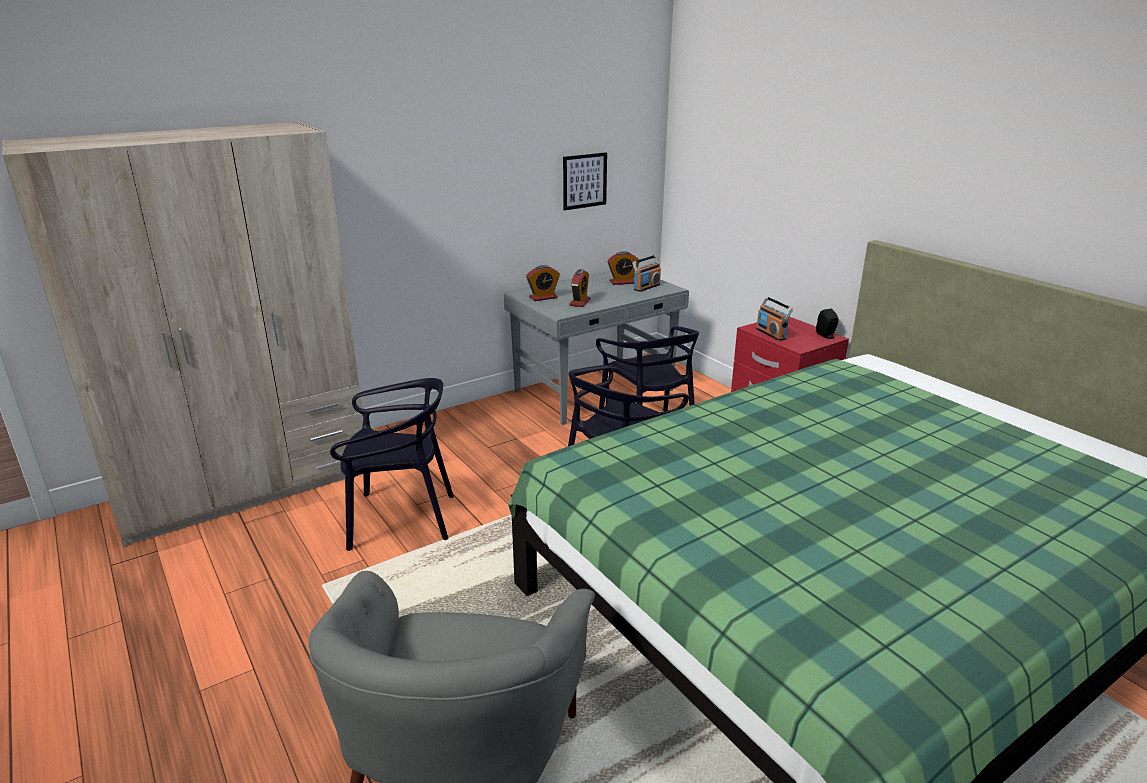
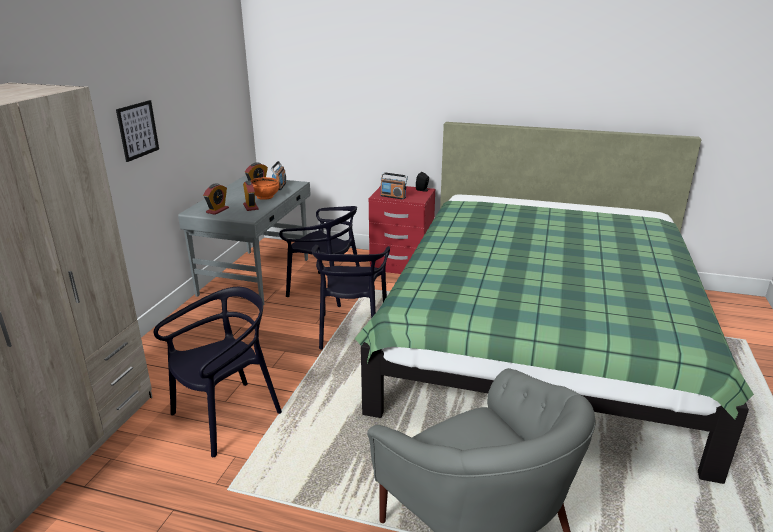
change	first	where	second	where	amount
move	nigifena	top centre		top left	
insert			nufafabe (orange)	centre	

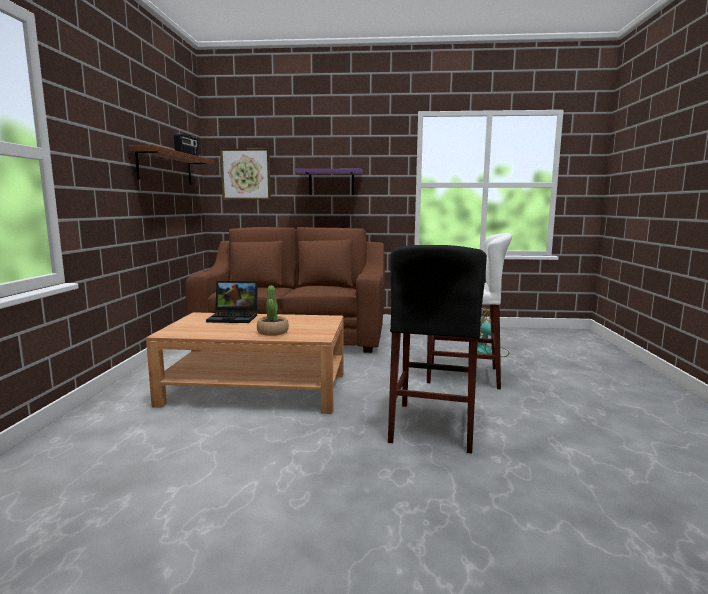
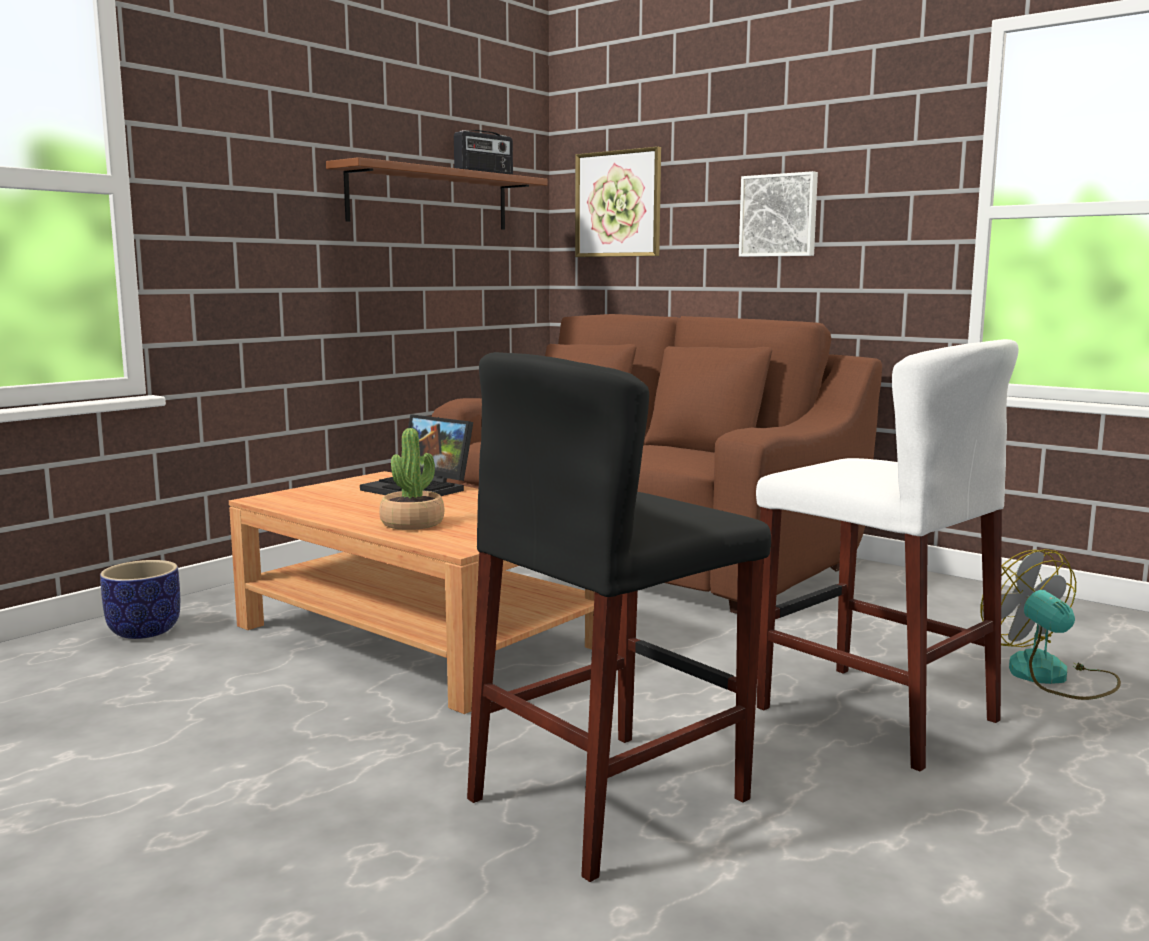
change	first	where	second	where	amount
replace	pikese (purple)	top centre	nigifena (2nd from left)	top right	
insert			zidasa	middle left	

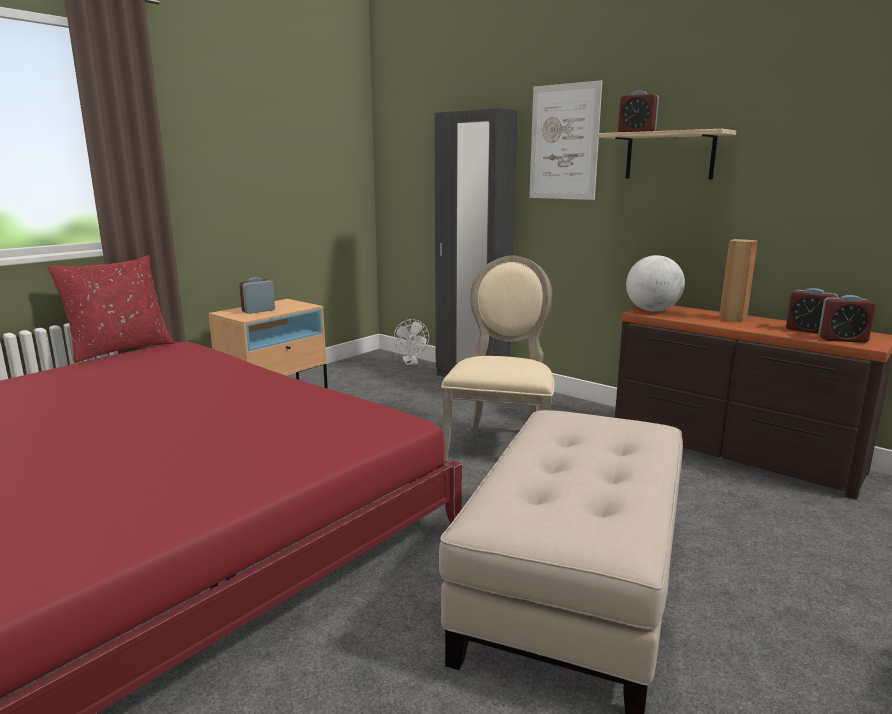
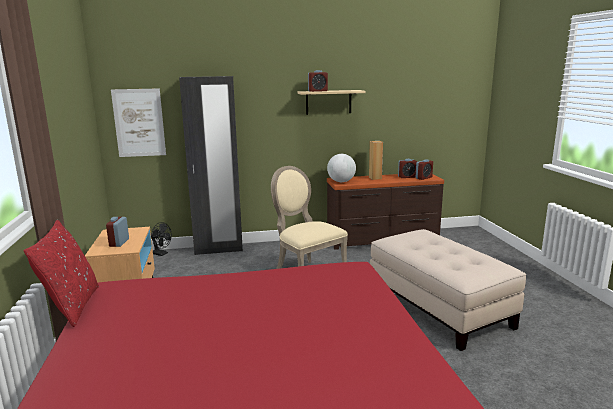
change	first	where	second	where	amount
move	nigifena	top centre		top left	
recolor	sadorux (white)	centre	sadorux (black)	middle left	

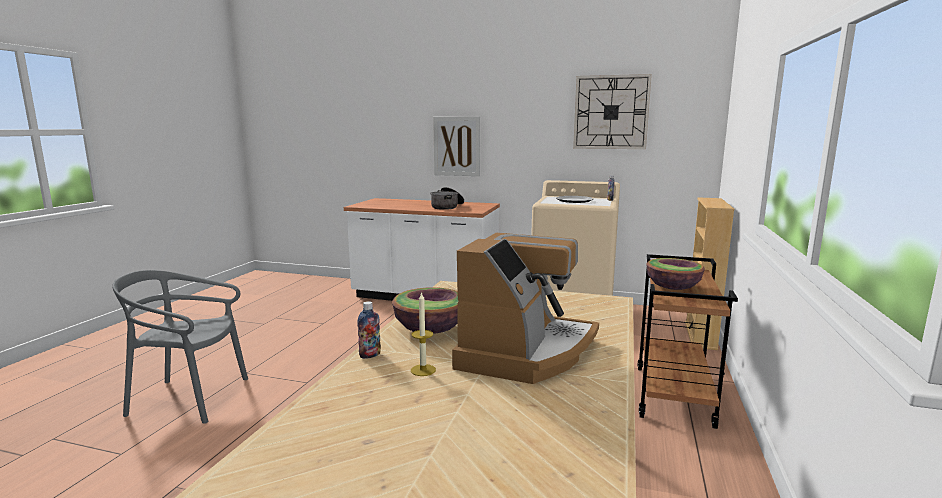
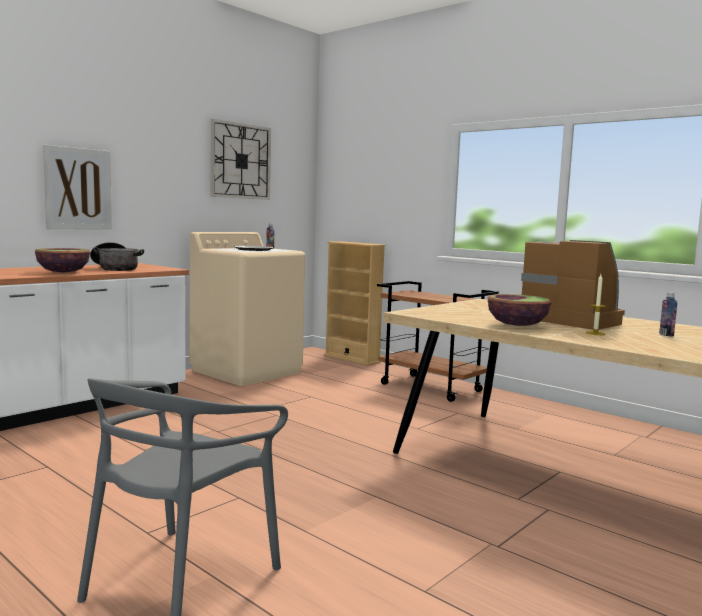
change	first	where	second	where	amount
move	nufafabe (2nd from left in the first image)	middle right	nufafabe (1st from left)	middle left	
move	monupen (1st from left in the first image)	centre	monupen (2nd from left)	middle right	

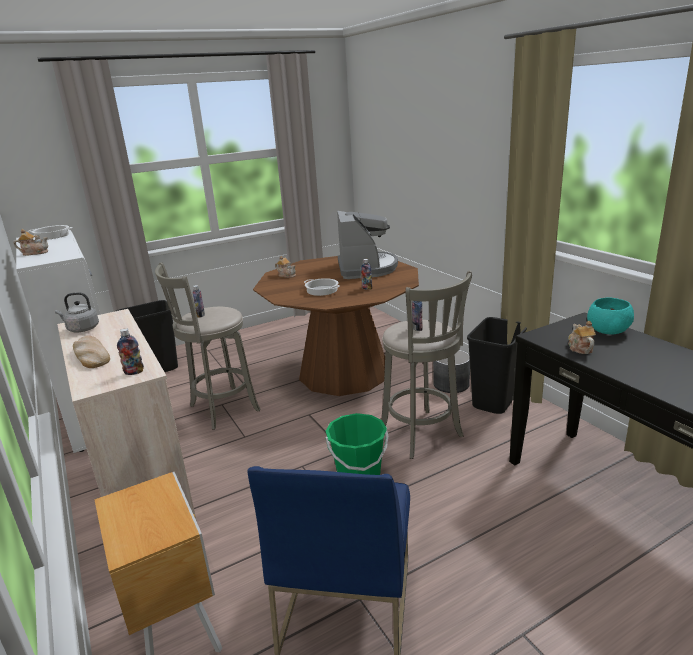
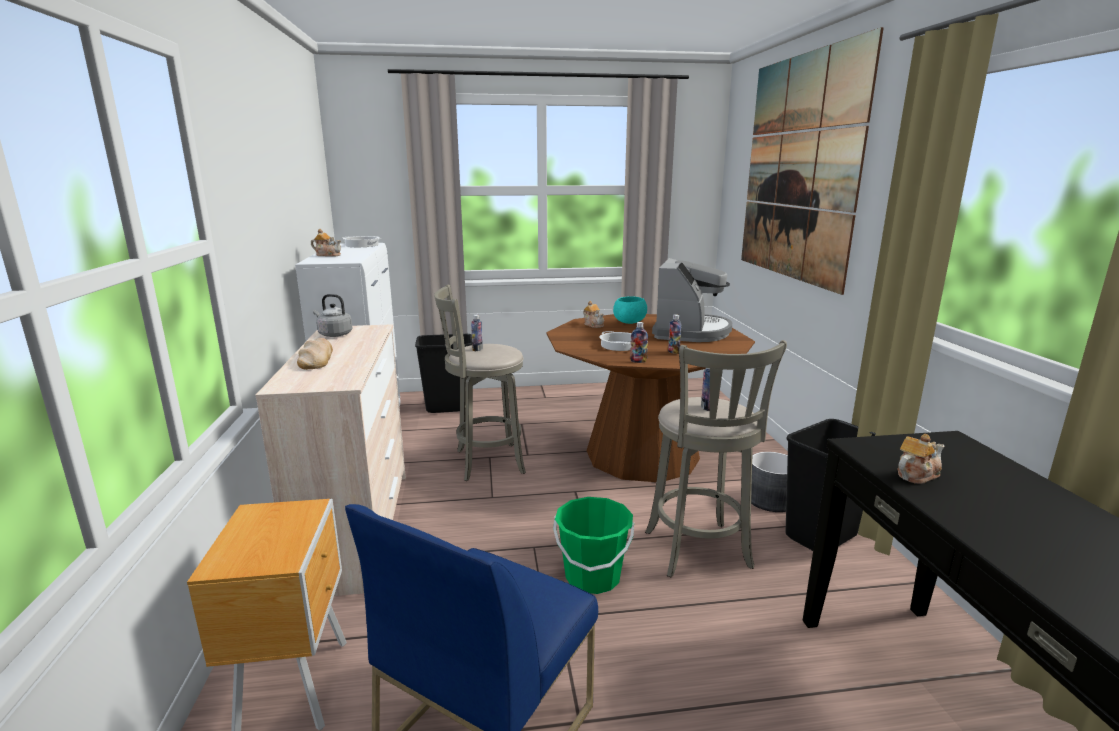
change	first	where	second	where	amount
move	nufafabe (turquoise)	middle right		centre	
rotate	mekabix (3rd from left)	middle right		middle right	45 degrees clockwise
move	monupen (1st from left in the first image)	middle left	monupen (2nd from left)	centre	
insert			nigifena	top right	

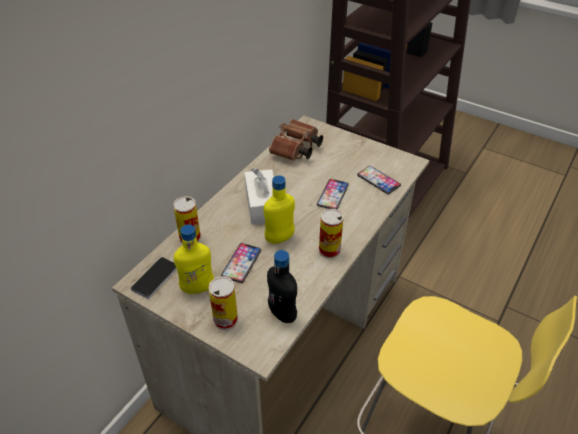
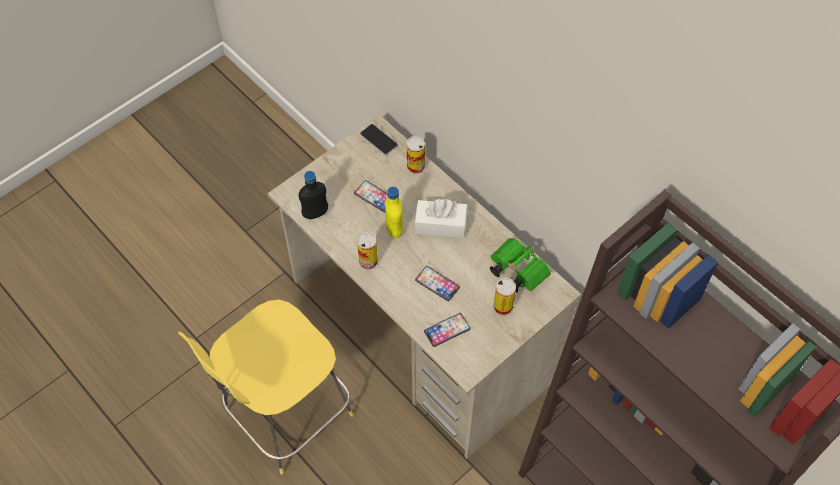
change	first	where	second	where	amount
recolor	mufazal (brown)	top centre	mufazal (green)	centre	
delete	monupen (yellow) (1st from left)	centre			
move	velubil (2nd from left in the first image)	bottom centre	velubil (3rd from left)	centre	

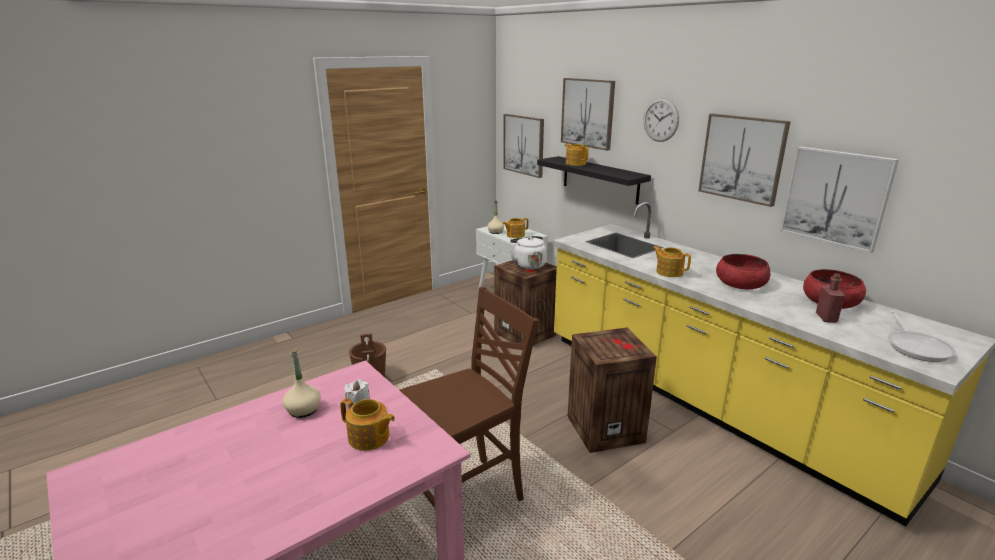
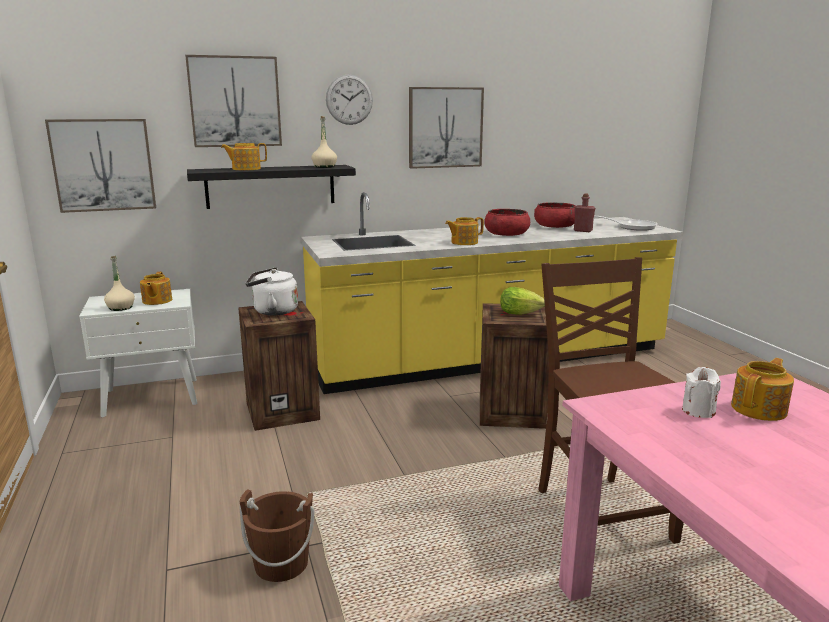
change	first	where	second	where	amount
delete	nigifena (4th from left)	middle right			
move	monupen (beige) (1st from left in the first image)	bottom left	monupen (beige) (2nd from left)	top centre	
insert			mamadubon	centre	

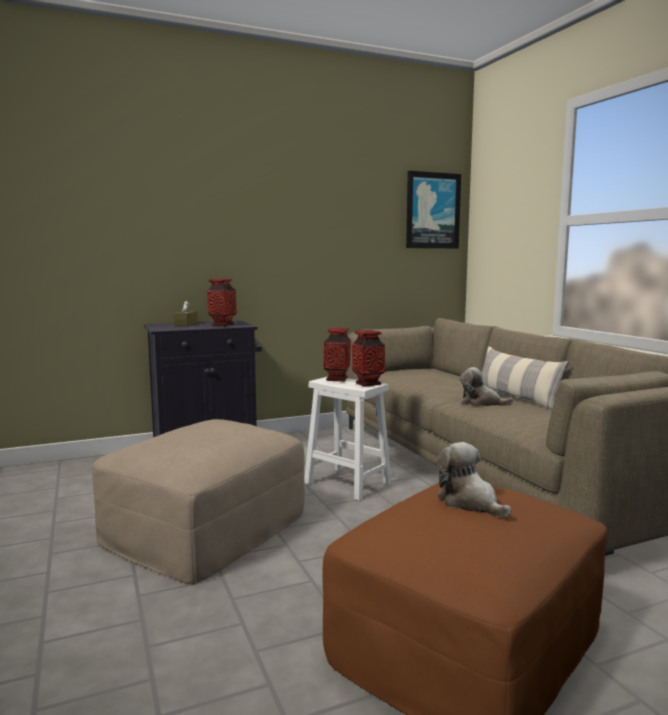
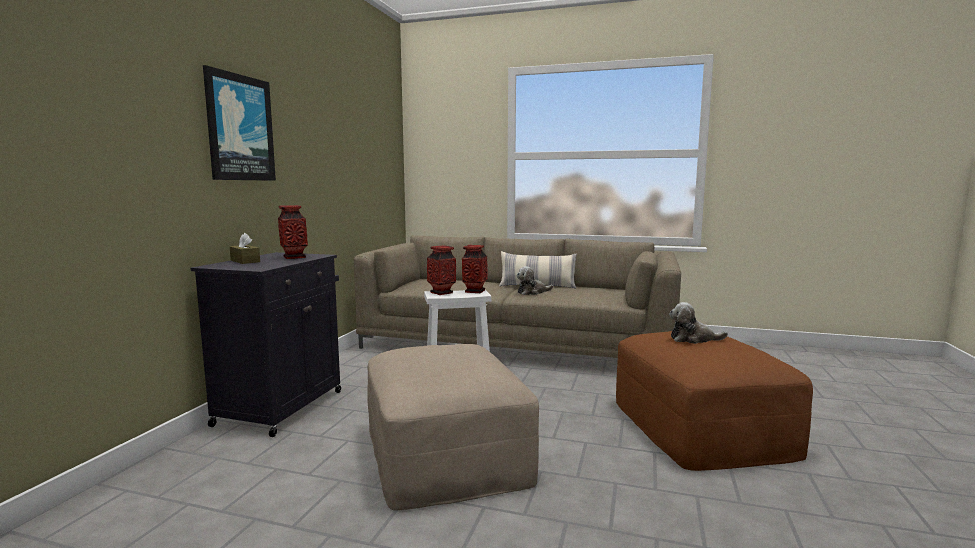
change	first	where	second	where	amount
move	nigifena	top centre		top left	

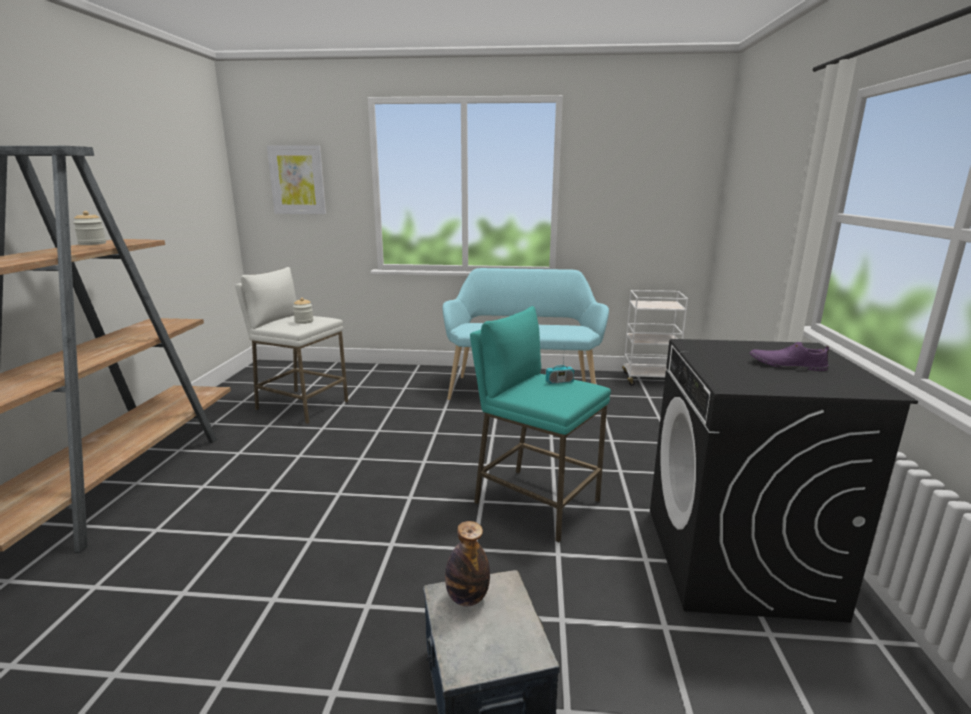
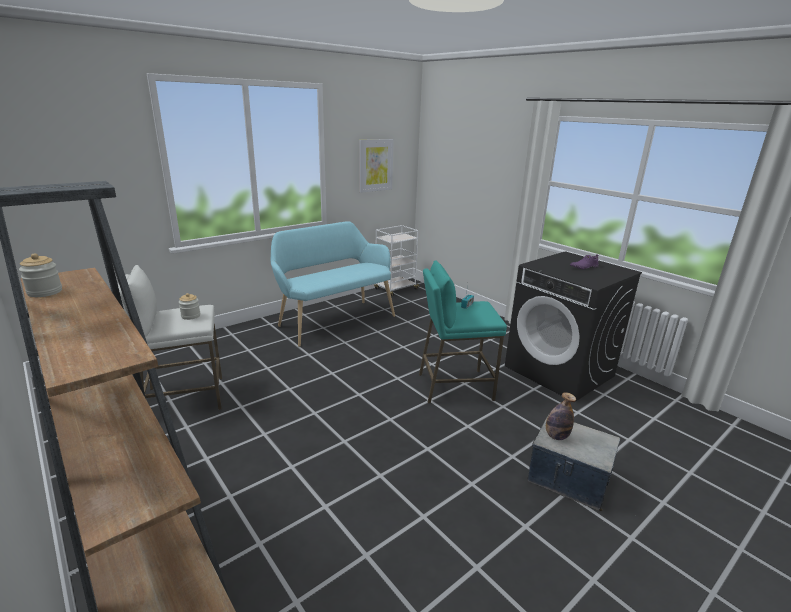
change	first	where	second	where	amount
move	nigifena	top left		top centre	

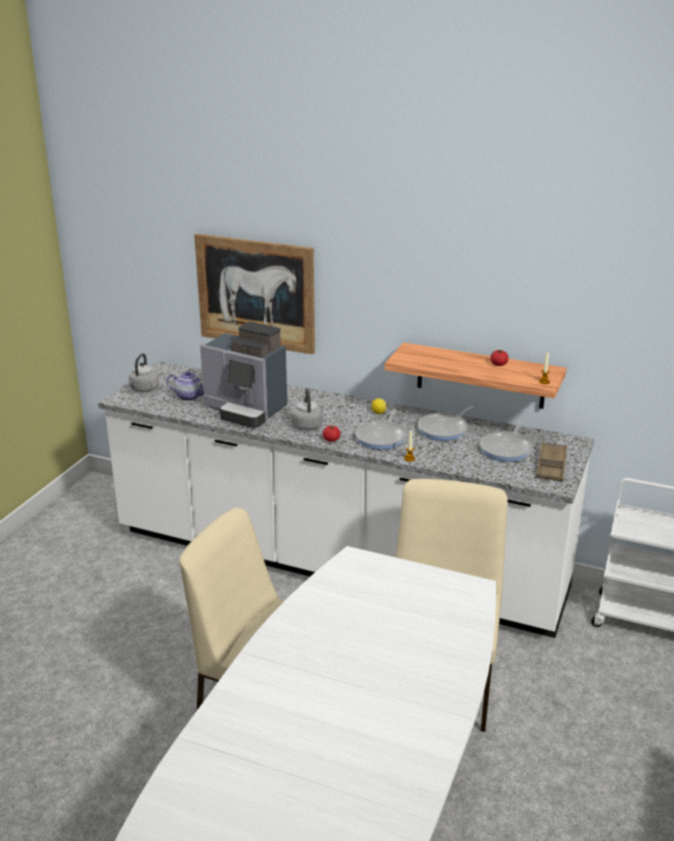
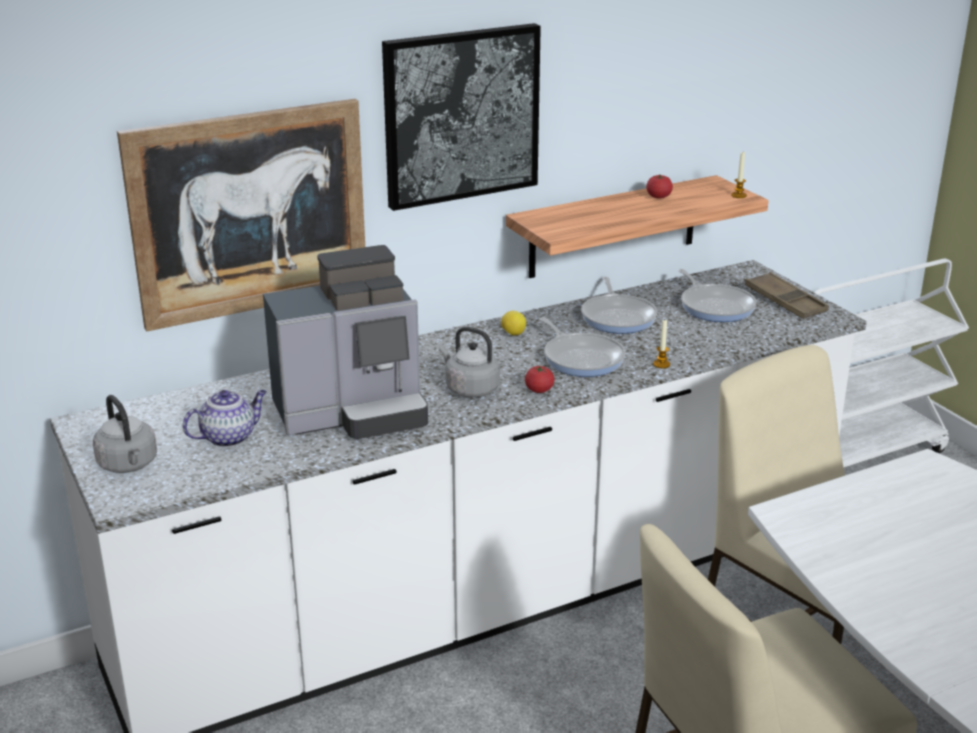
change	first	where	second	where	amount
insert			nigifena (2nd from left)	top centre	

